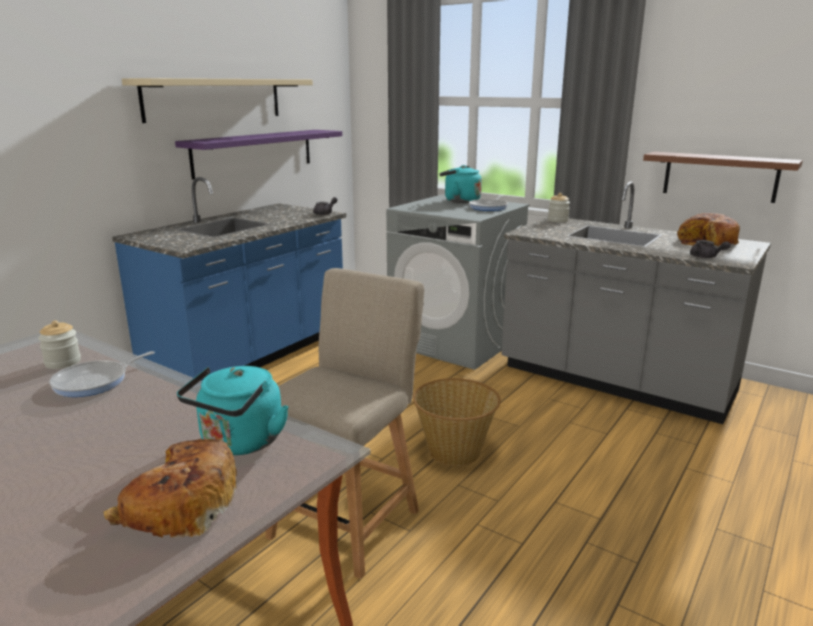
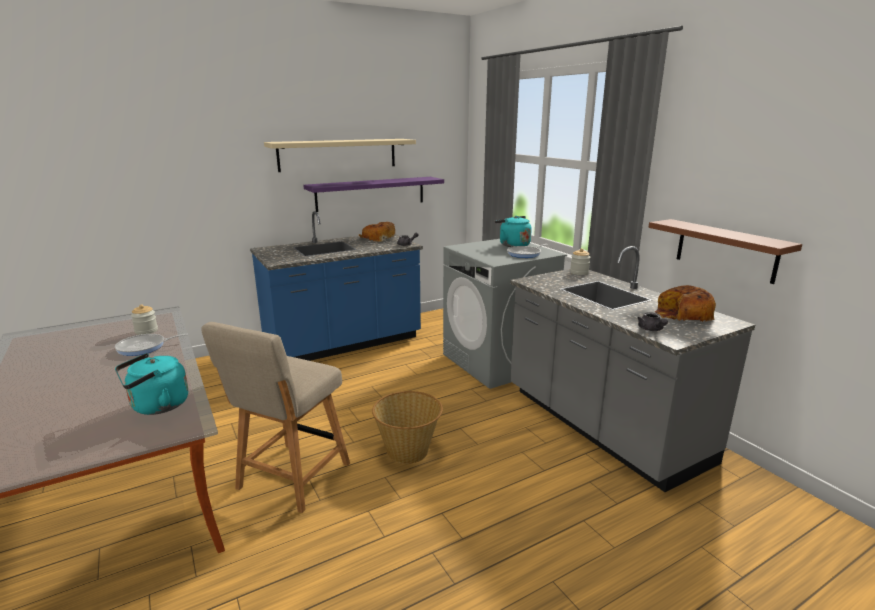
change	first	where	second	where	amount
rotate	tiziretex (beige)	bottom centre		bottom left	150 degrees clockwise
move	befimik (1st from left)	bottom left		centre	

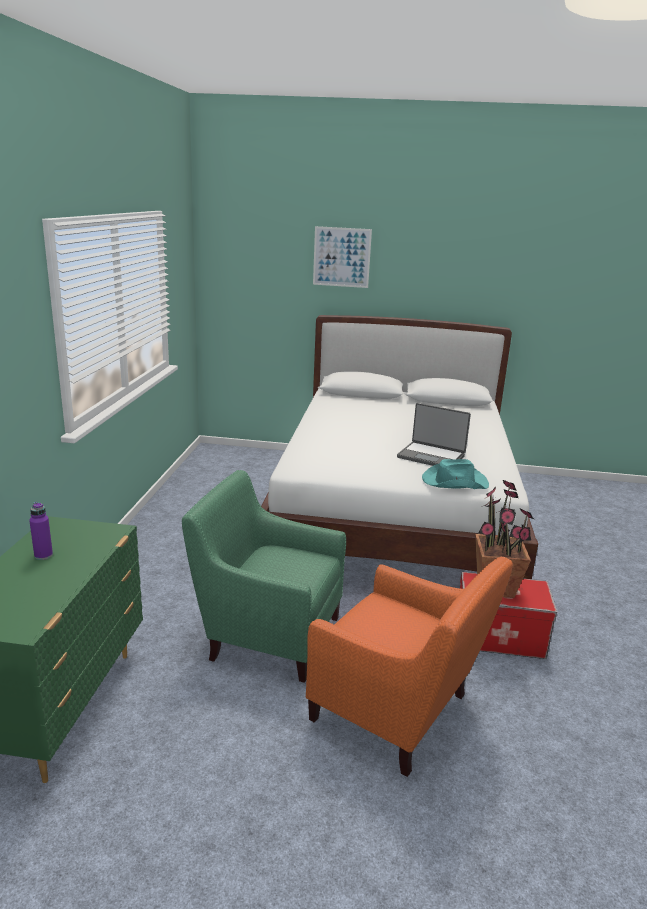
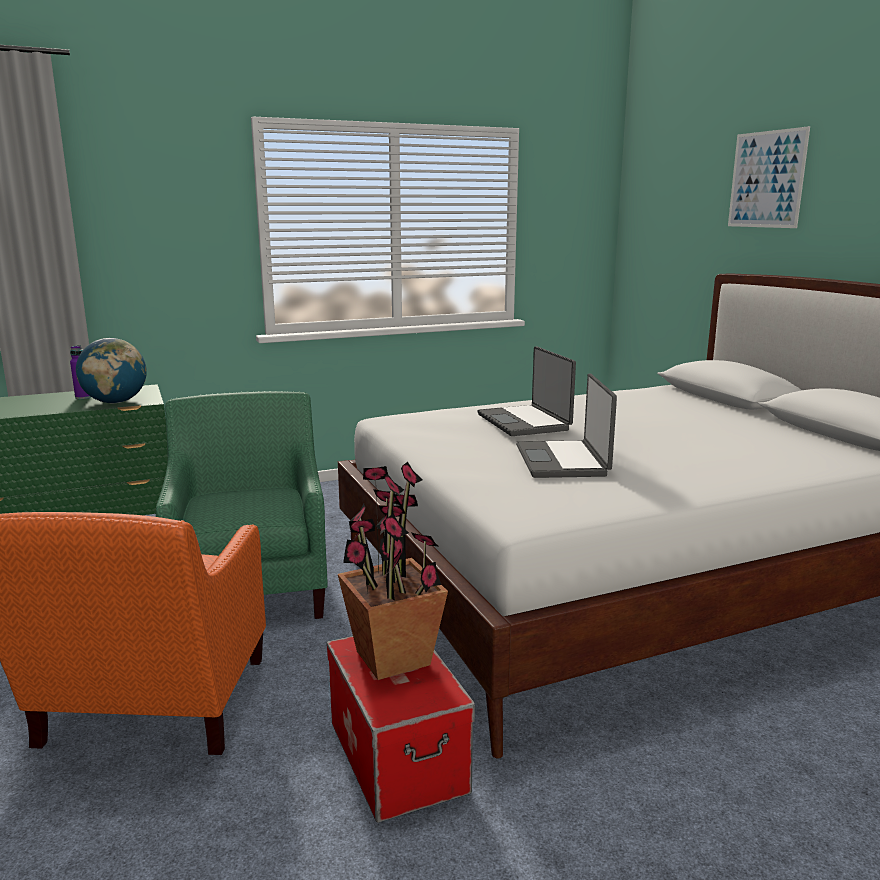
change	first	where	second	where	amount
delete	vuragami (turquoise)	middle right			
insert			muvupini	middle left	
insert			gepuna (1st from left)	centre	

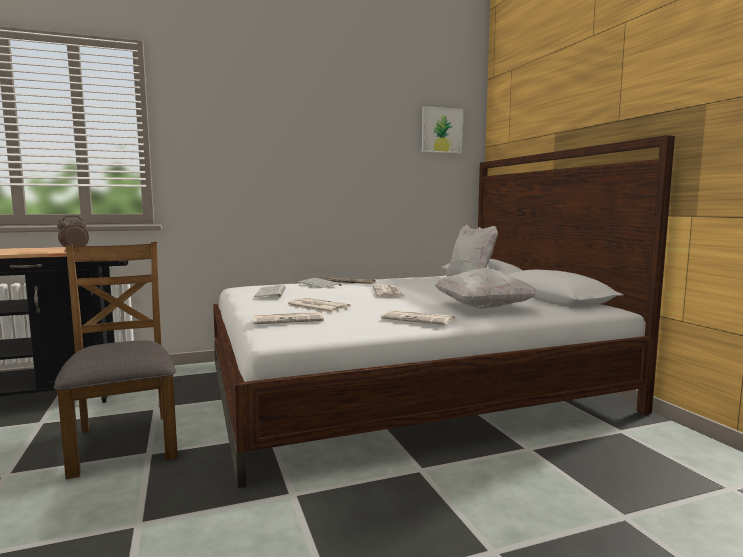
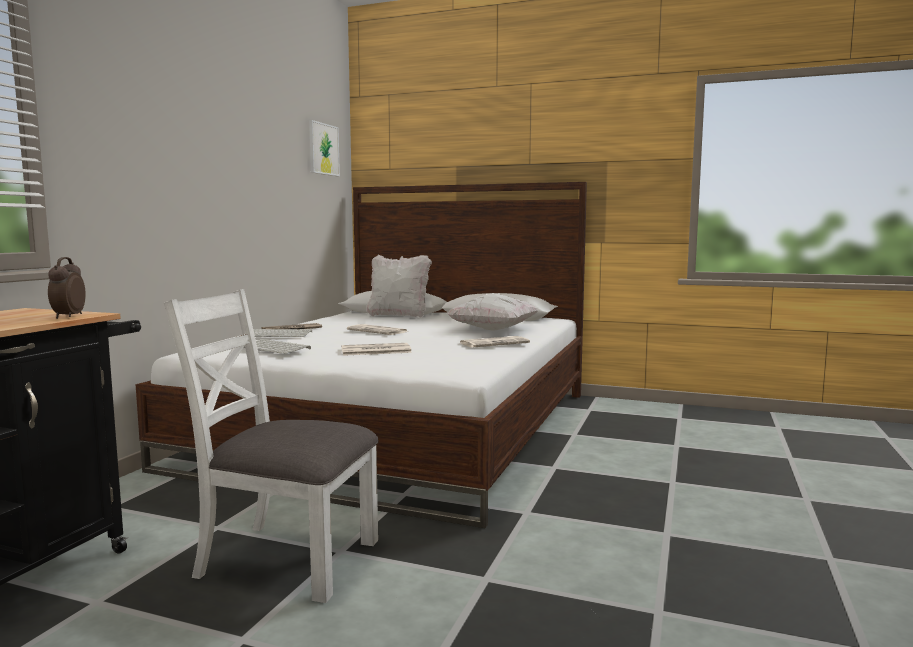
change	first	where	second	where	amount
recolor	tiziretex (brown)	middle left	tiziretex (white)	bottom left	
delete	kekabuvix (1st from left)	centre			

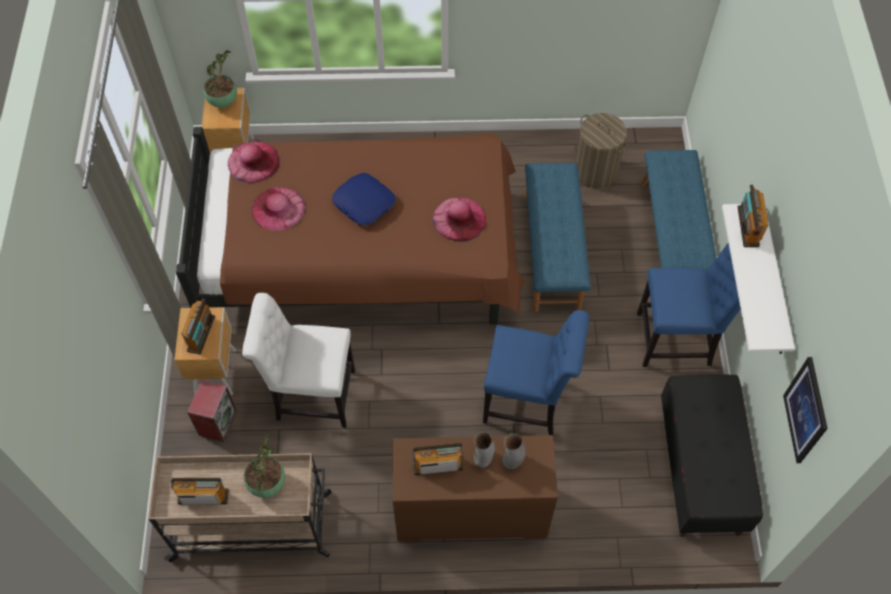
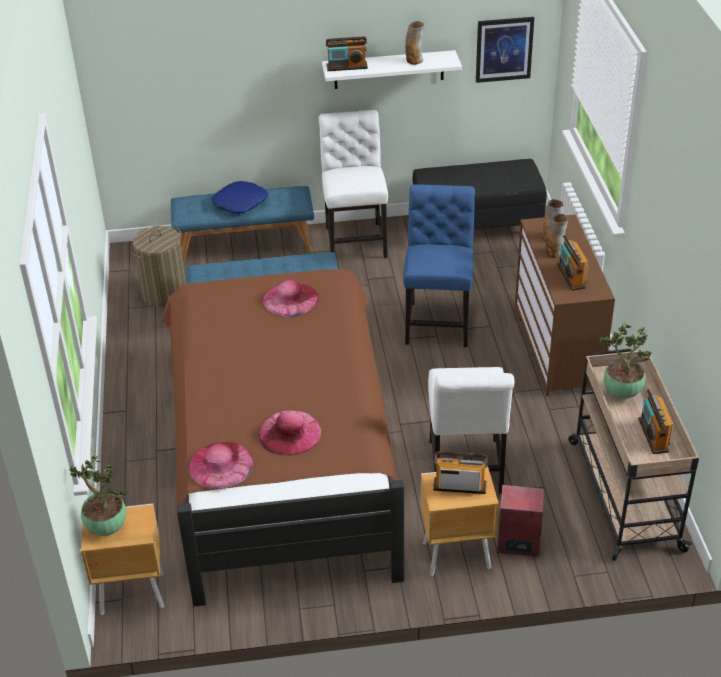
change	first	where	second	where	amount
move	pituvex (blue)	centre		top left	
recolor	tiziretex (blue) (2nd from left)	middle right	tiziretex (white) (1st from left)	top centre	
insert			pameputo (1st from left)	top centre	

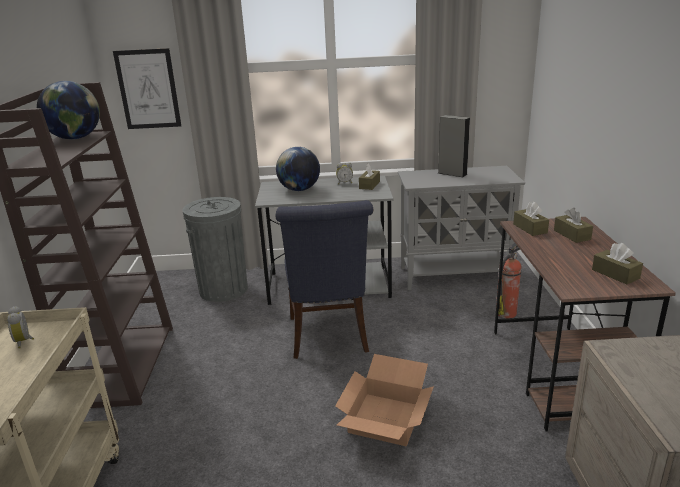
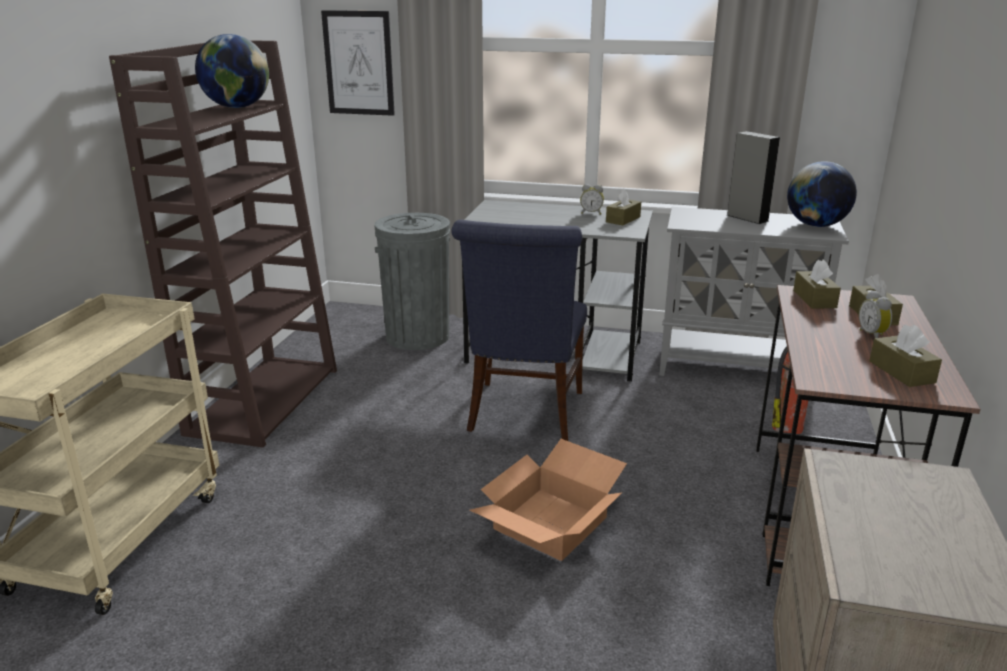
change	first	where	second	where	amount
move	muvupini (2nd from left)	centre		top right	
move	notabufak (1st from left in the first image)	bottom left	notabufak (2nd from left)	middle right	

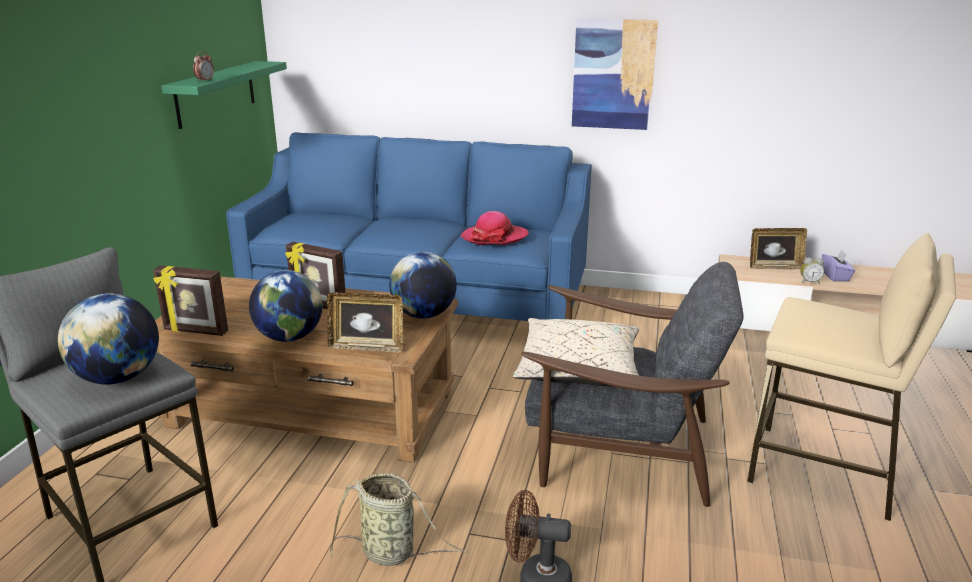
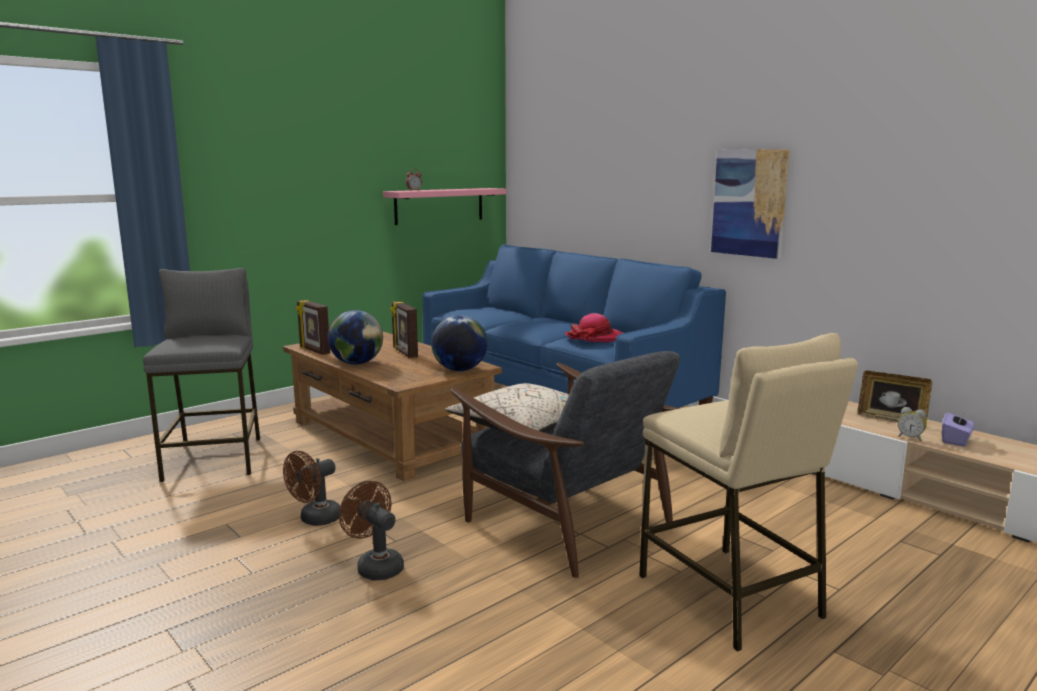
change	first	where	second	where	amount
recolor	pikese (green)	top left	pikese (pink)	top centre	
delete	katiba (3rd from left)	centre			
delete	muvupini (1st from left)	middle left			
replace	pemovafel	bottom centre	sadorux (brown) (1st from left)	bottom left	

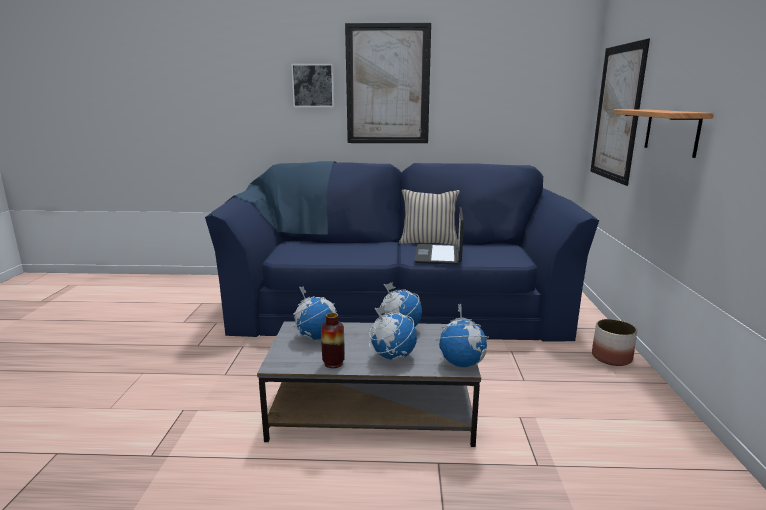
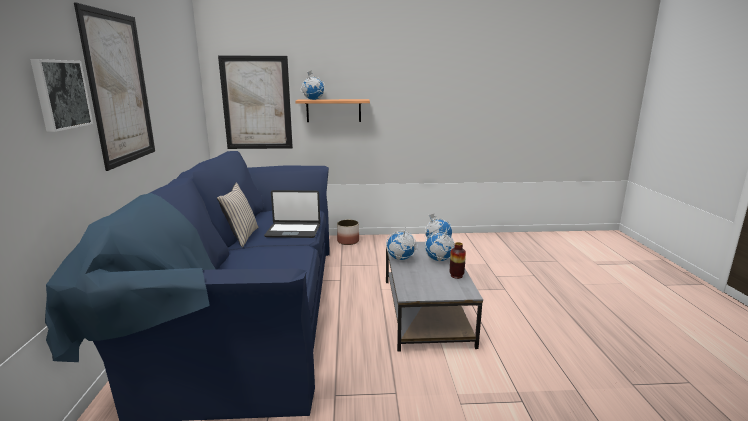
change	first	where	second	where	amount
move	muvupini (1st from left)	centre		top centre	

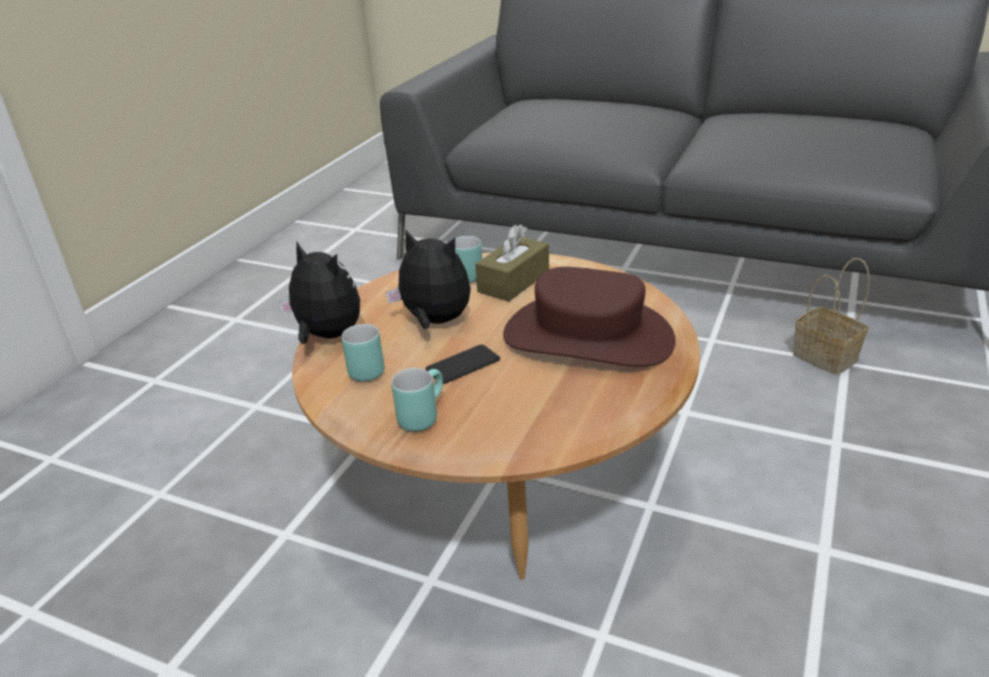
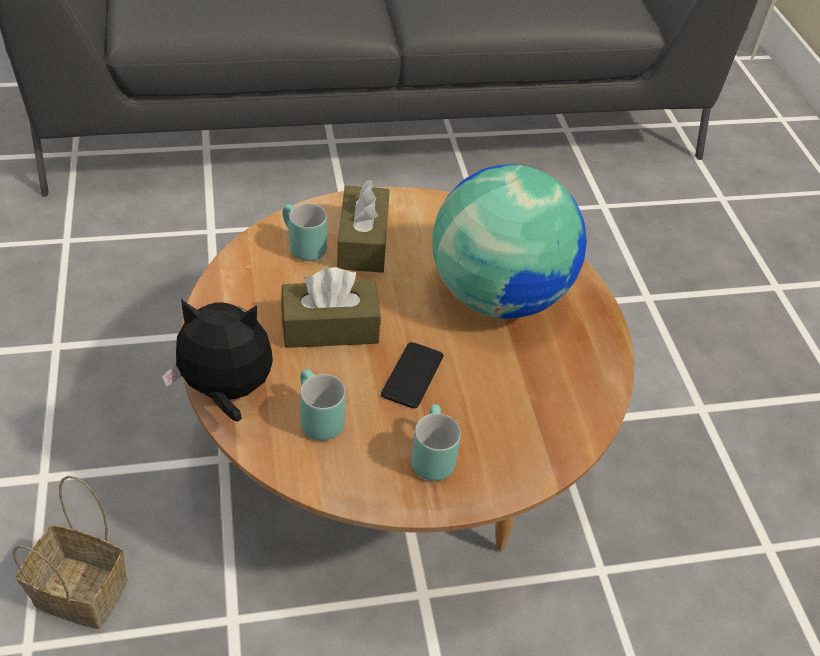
change	first	where	second	where	amount
replace	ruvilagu (2nd from left)	centre	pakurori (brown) (1st from left)	centre	
move	pemovafel	middle right		bottom left	
replace	vuragami (brown)	centre	muvupini	centre	

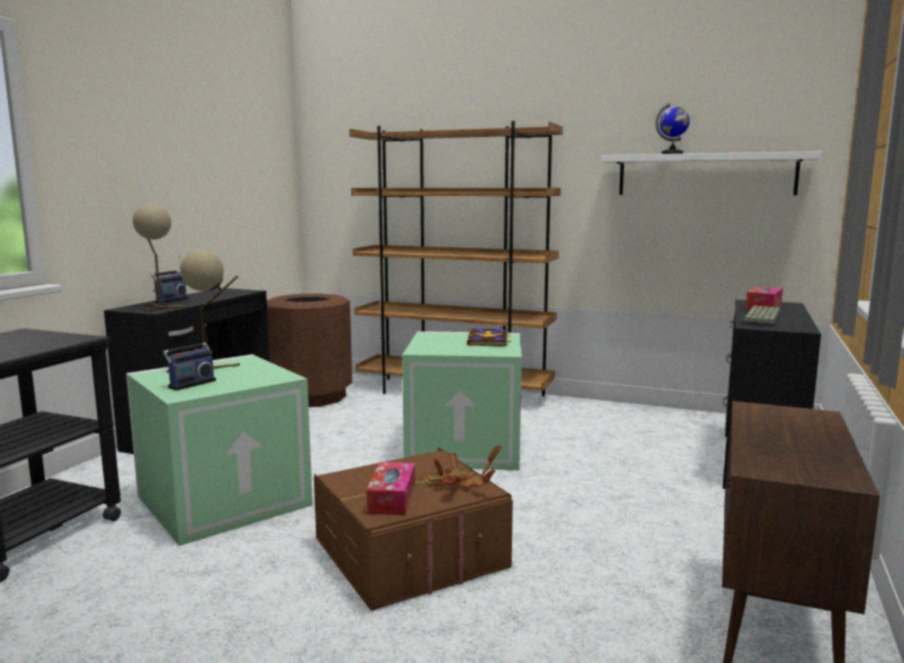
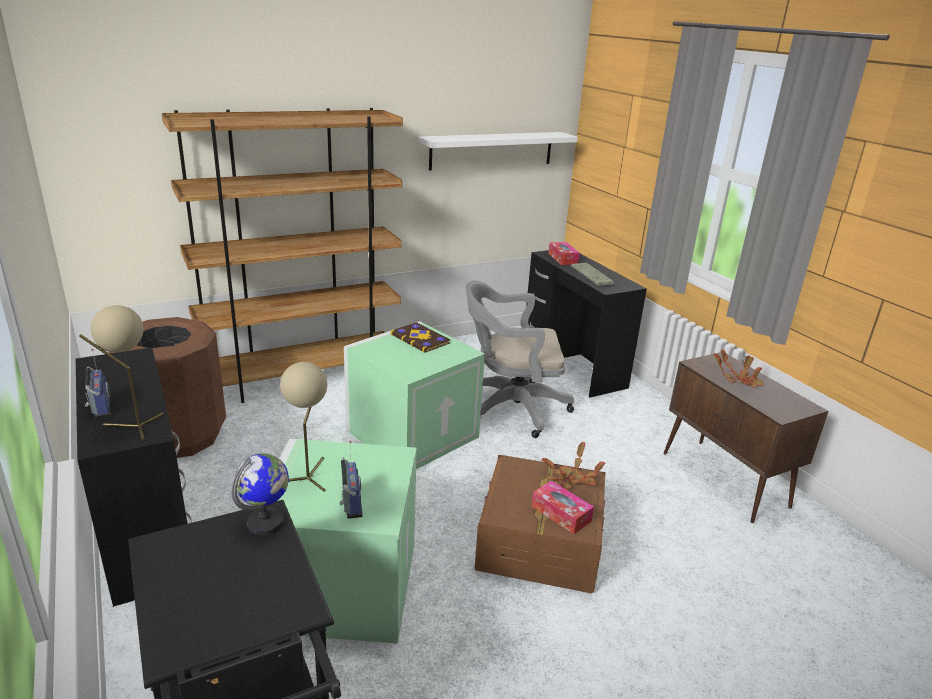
change	first	where	second	where	amount
move	muvupini	top right		bottom left	
insert			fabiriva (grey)	centre	
insert			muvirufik (2nd from left)	middle right	

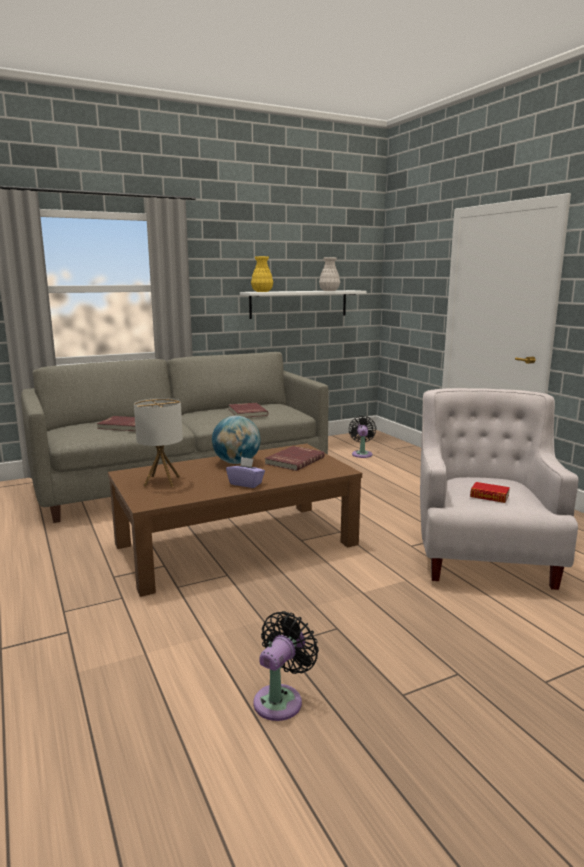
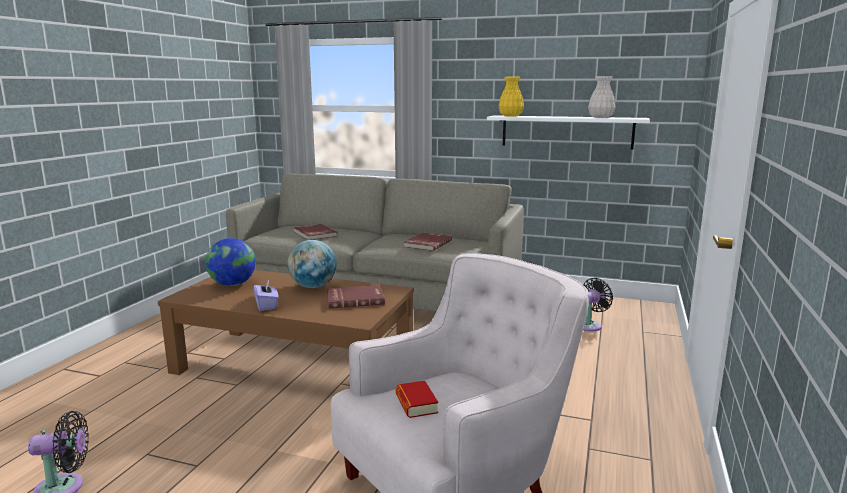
change	first	where	second	where	amount
replace	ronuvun	middle left	muvupini (1st from left)	middle left	

